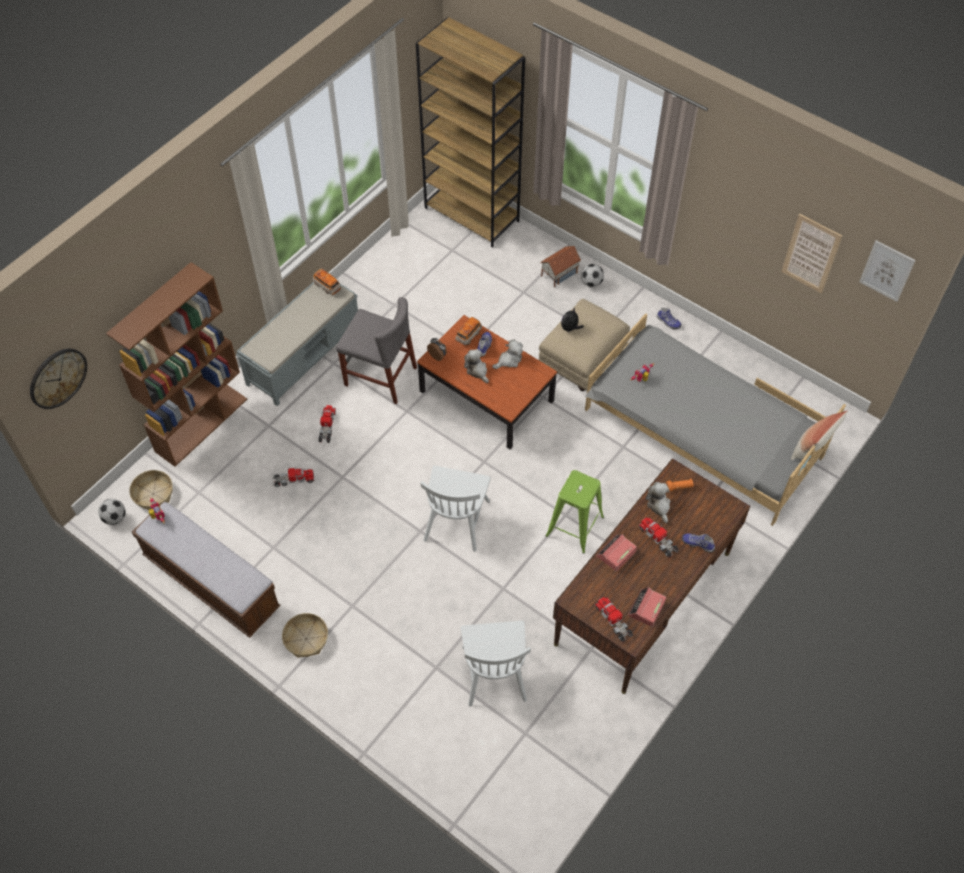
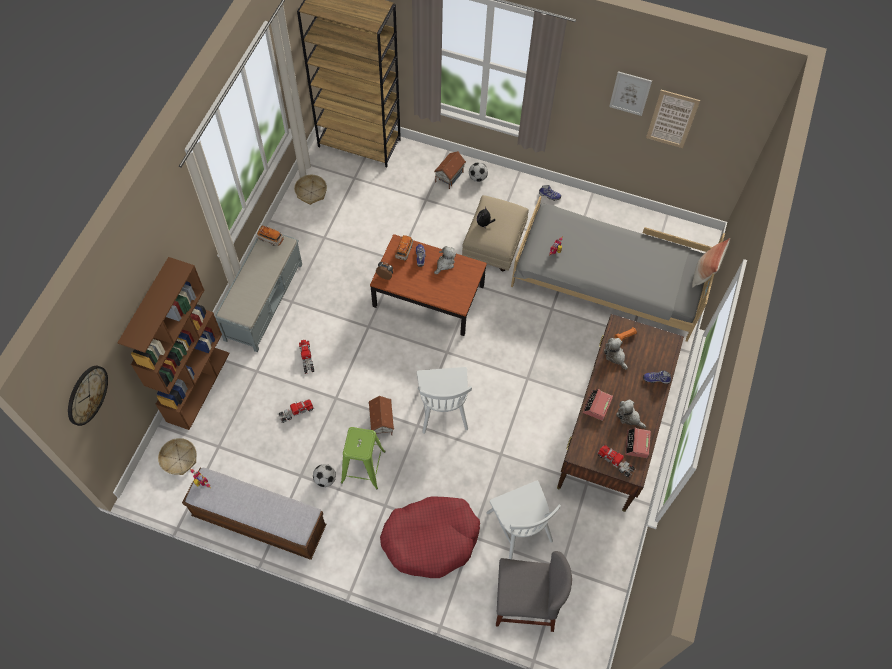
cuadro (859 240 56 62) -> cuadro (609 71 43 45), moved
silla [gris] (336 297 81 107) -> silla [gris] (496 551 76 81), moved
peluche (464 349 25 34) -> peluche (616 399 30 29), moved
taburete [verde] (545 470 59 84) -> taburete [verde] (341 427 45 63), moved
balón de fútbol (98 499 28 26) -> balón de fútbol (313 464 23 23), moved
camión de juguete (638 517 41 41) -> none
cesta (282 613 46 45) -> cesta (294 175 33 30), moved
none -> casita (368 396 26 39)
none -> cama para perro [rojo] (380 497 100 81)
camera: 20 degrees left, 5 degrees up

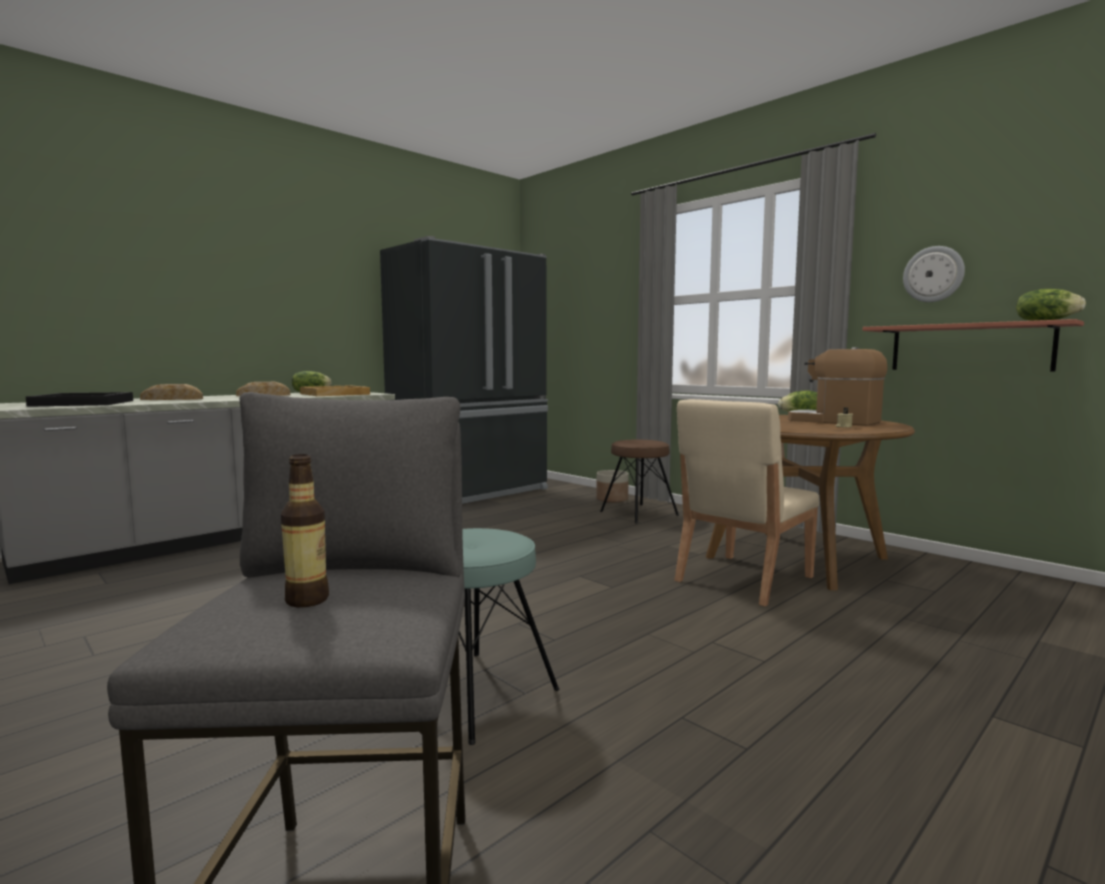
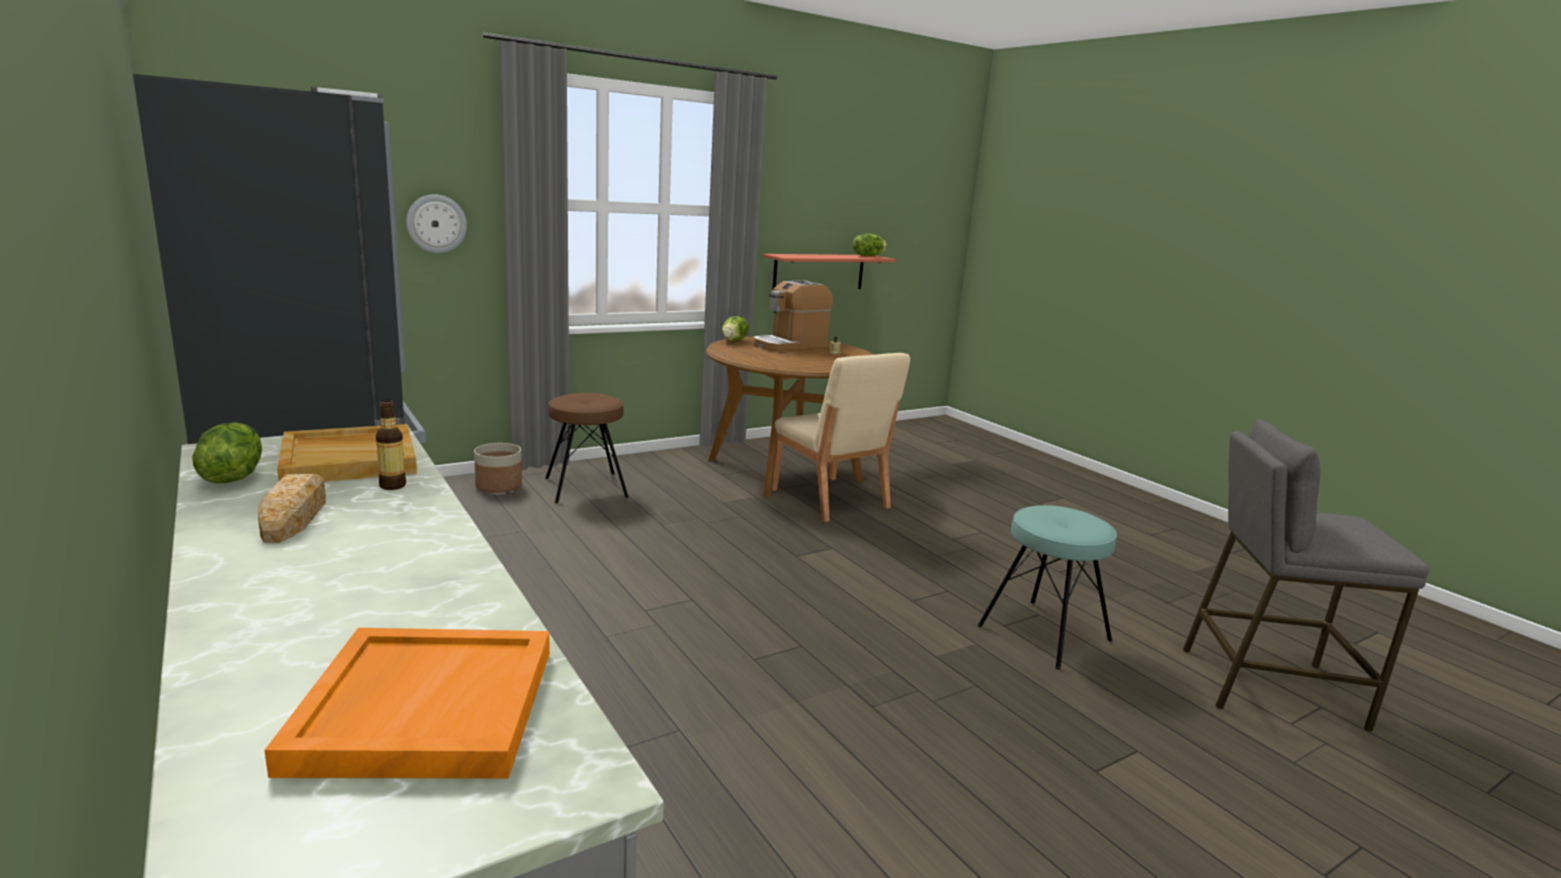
reloj de pared (903 246 62 56) -> reloj de pared (406 194 61 59), moved
pan (140 384 63 16) -> none
bandeja [negro] (26 392 107 15) -> bandeja [naranja] (264 628 286 150)
botella (281 454 48 153) -> botella (376 400 30 90), moved
camera: 80 degrees left, 10 degrees up

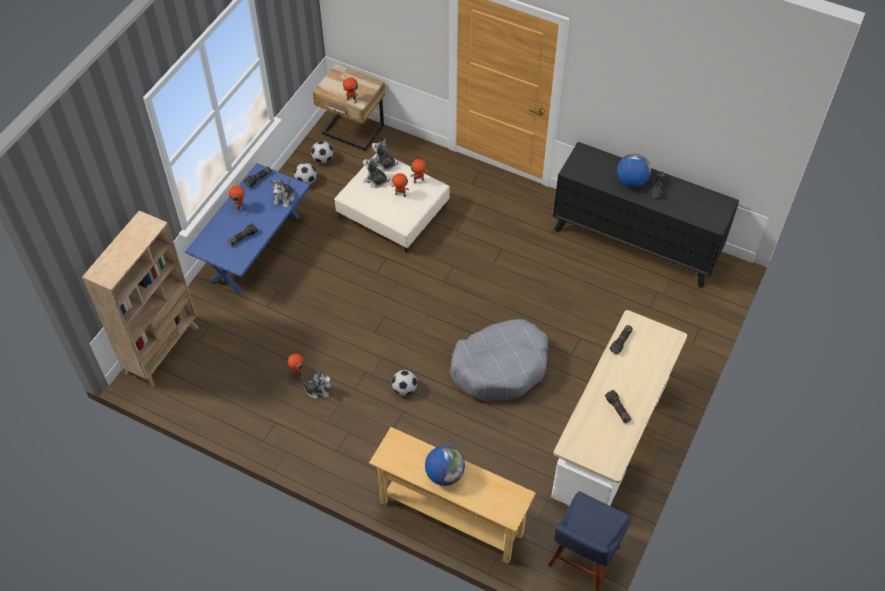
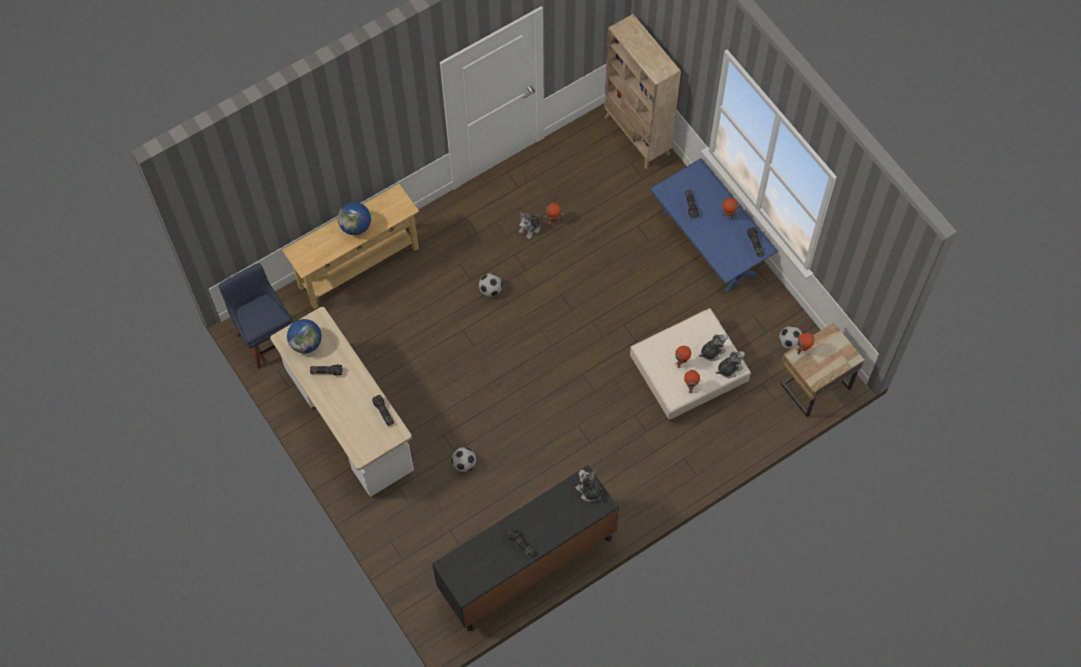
globo terráqueo (617 153 34 34) -> globo terráqueo (287 319 35 34), moved
balón de fútbol (294 163 23 21) -> balón de fútbol (451 447 25 25), moved
peluche (270 179 25 29) -> peluche (575 470 28 32), moved
cama para perro [gris] (450 319 98 82) -> none
camera: 120 degrees right, 10 degrees up

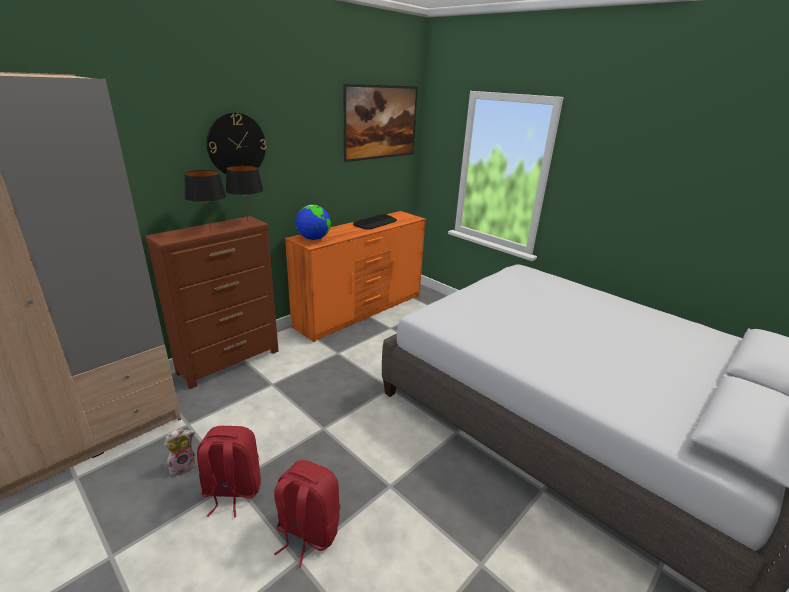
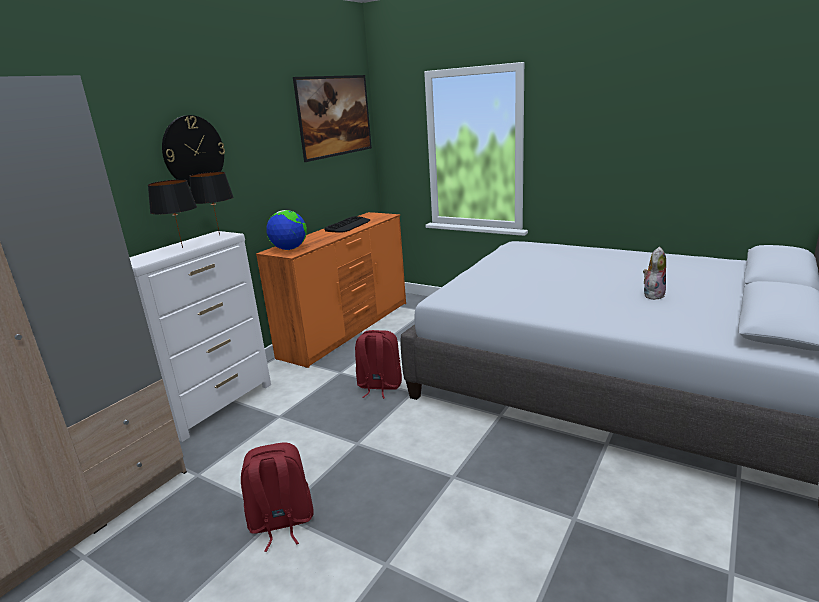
cómoda [marrón] (145 216 134 173) -> cómoda [blanco] (129 231 142 211)
peluche (164 428 32 48) -> peluche (643 247 23 53), moved
mochila [rojo] (274 460 66 107) -> mochila [rojo] (355 330 47 69), moved
camera: 10 degrees left, 5 degrees down

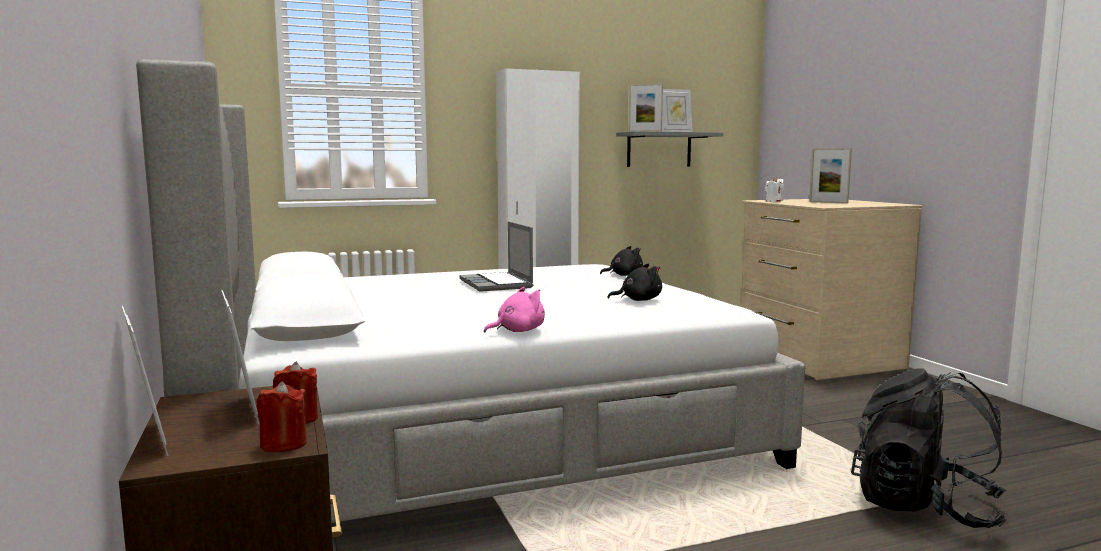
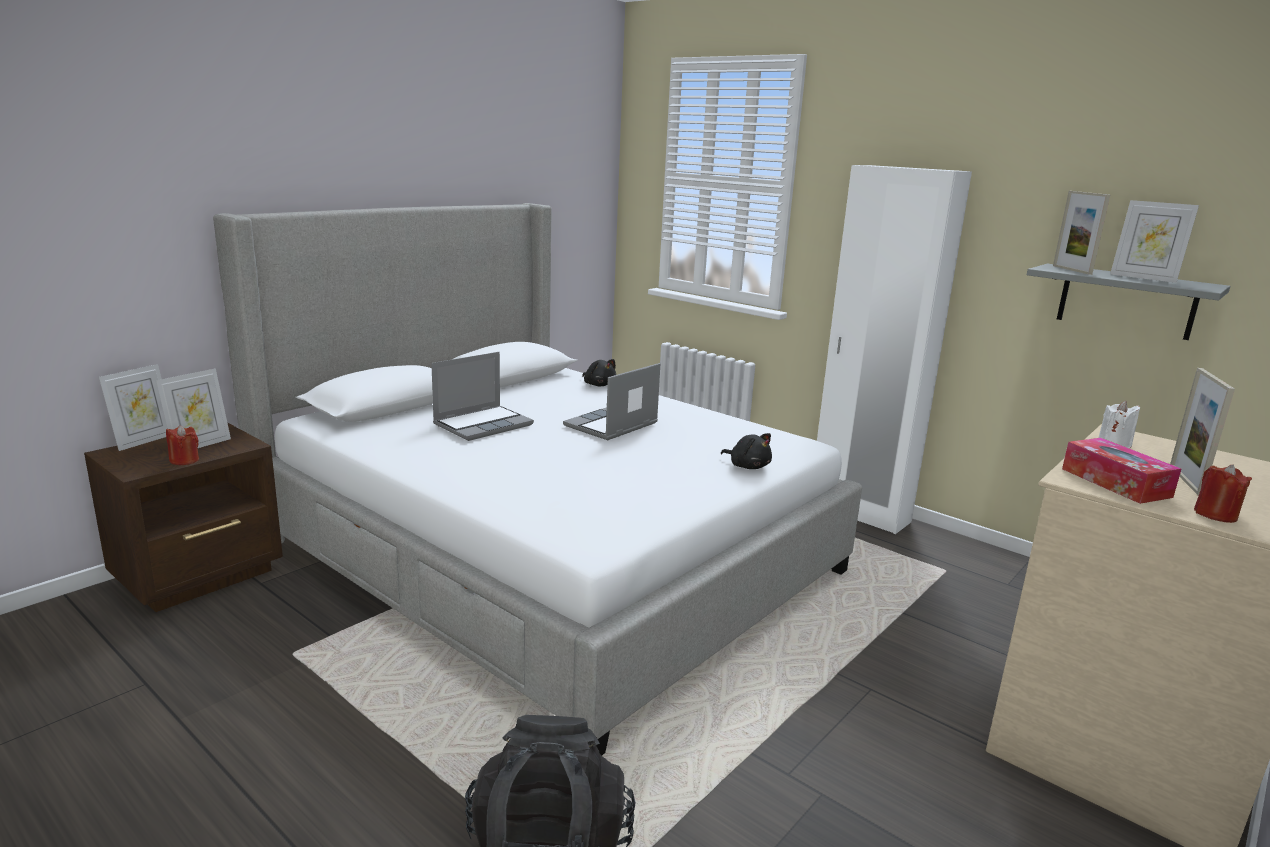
peluche [negro] (607 263 55 38) -> peluche [negro] (582 359 34 27), moved
peluche [rosa] (484 287 61 45) -> none
vela [rojo] (256 381 51 71) -> vela [rojo] (1194 464 58 59), moved
none -> portátil (431 352 103 89)
none -> caja de pañuelos (1062 438 119 66)
camera: 60 degrees right, 10 degrees up

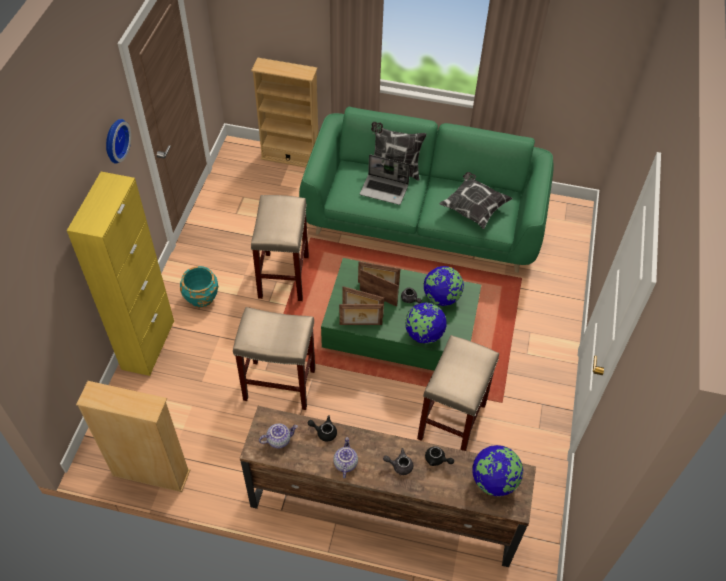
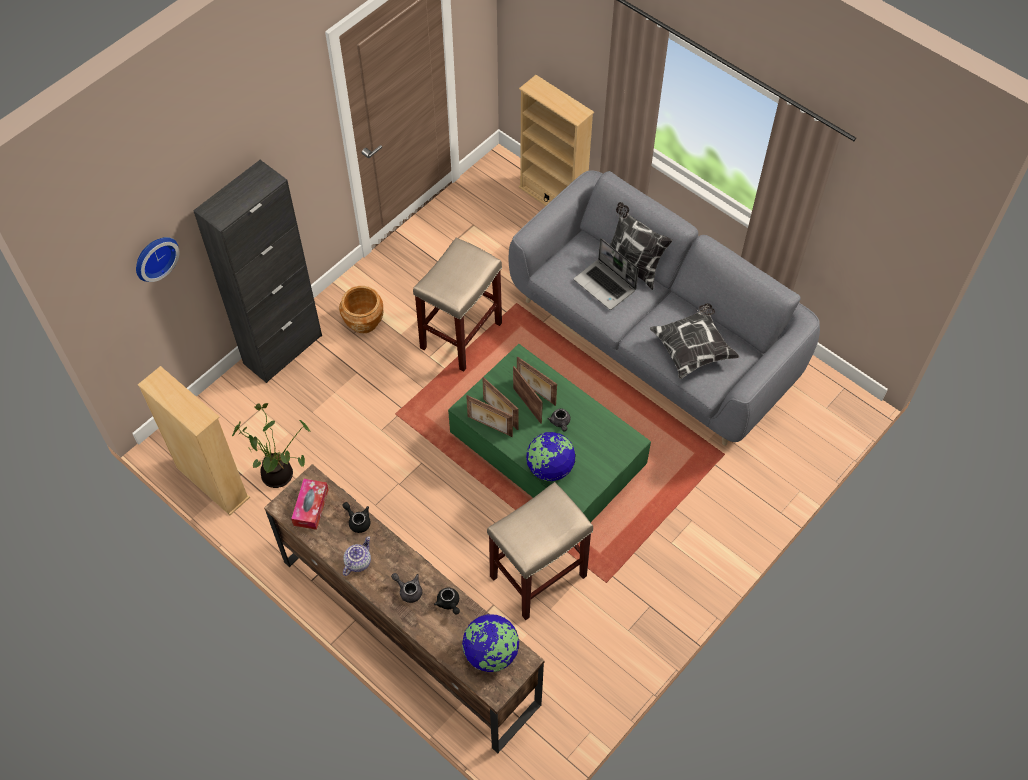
sofá [verde] (299 107 254 166) -> sofá [gris] (509 170 311 276)
reloj de pared (106 119 25 45) -> reloj de pared (136 237 44 45), moved
armario [amarillo] (67 172 107 204) -> armario [negro] (193 160 129 223)
maceta [turquesa] (180 266 39 41) -> maceta [marrón] (339 286 45 48)
globo terráqueo (424 266 40 40) -> none
taburete [beis] (233 307 82 103) -> none
tetera (259 424 39 24) -> caja de pañuelos (291 479 38 51)
none -> planta en maceta (232 403 79 85)
camera: 30 degrees right, 5 degrees up

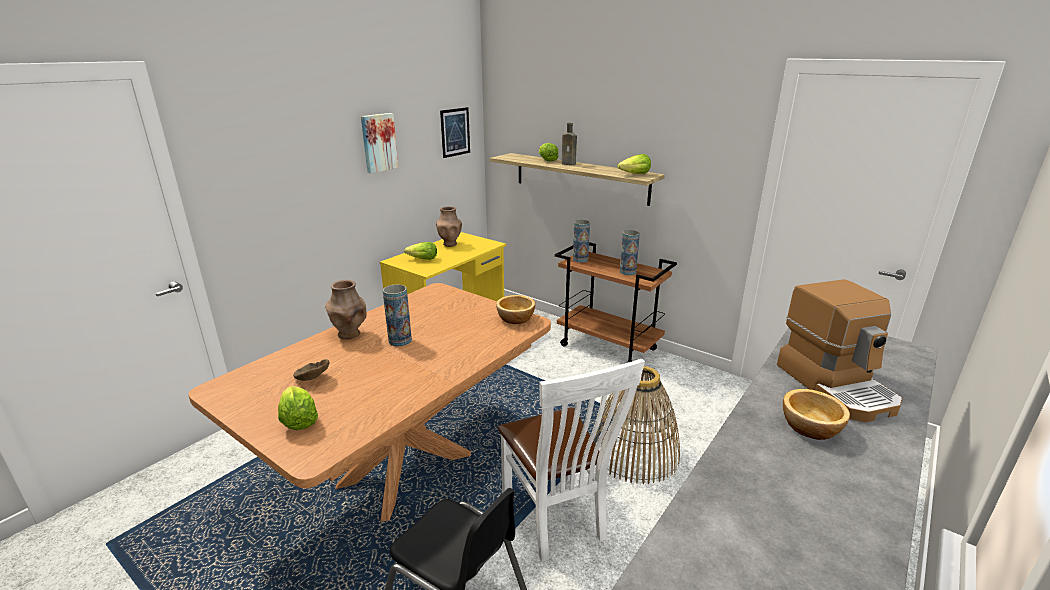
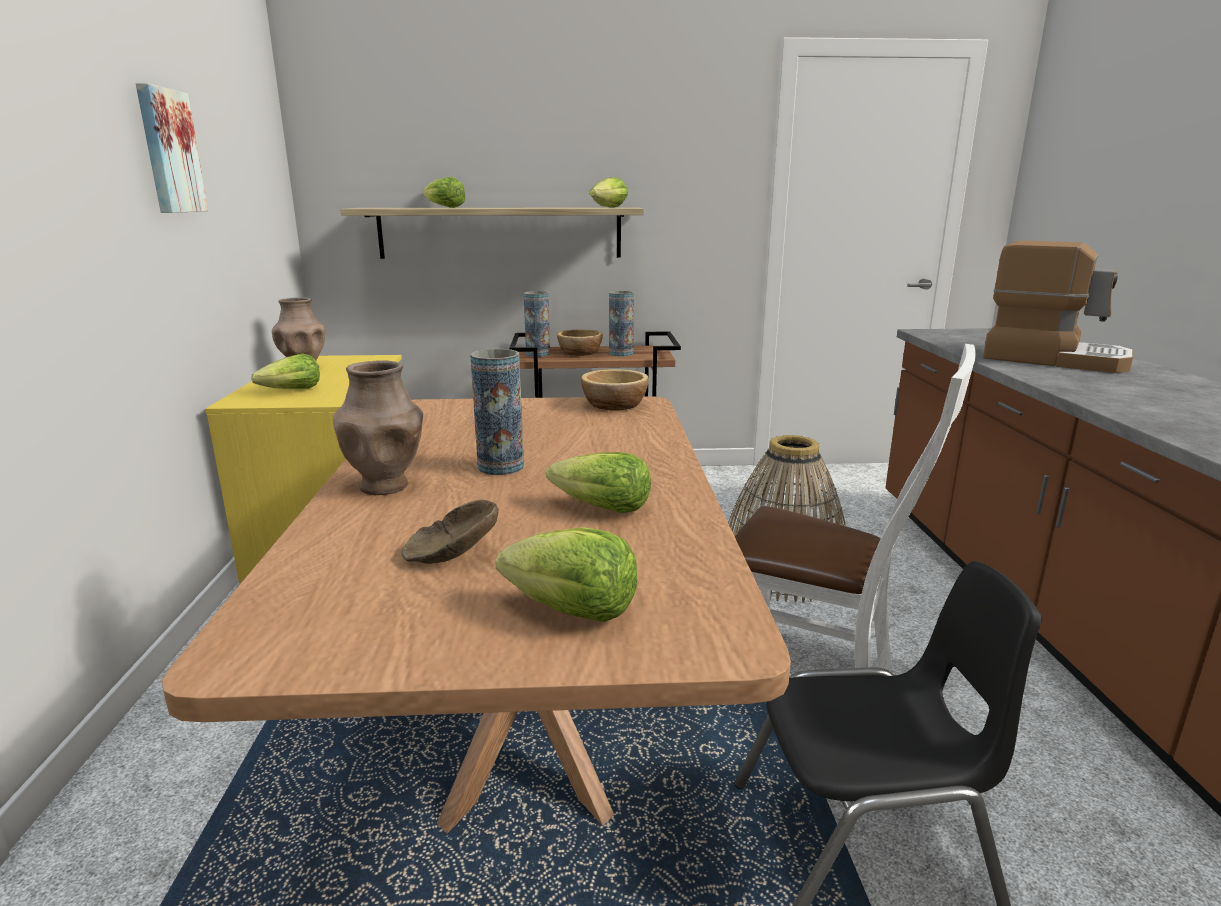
cuadro (440 107 30 51) -> none
botella [marrón] (562 123 15 42) -> none
cuenco (783 389 67 51) -> cuenco (557 330 46 26), moved
none -> lechuga (546 452 105 61)
camera: 40 degrees left, 5 degrees down

